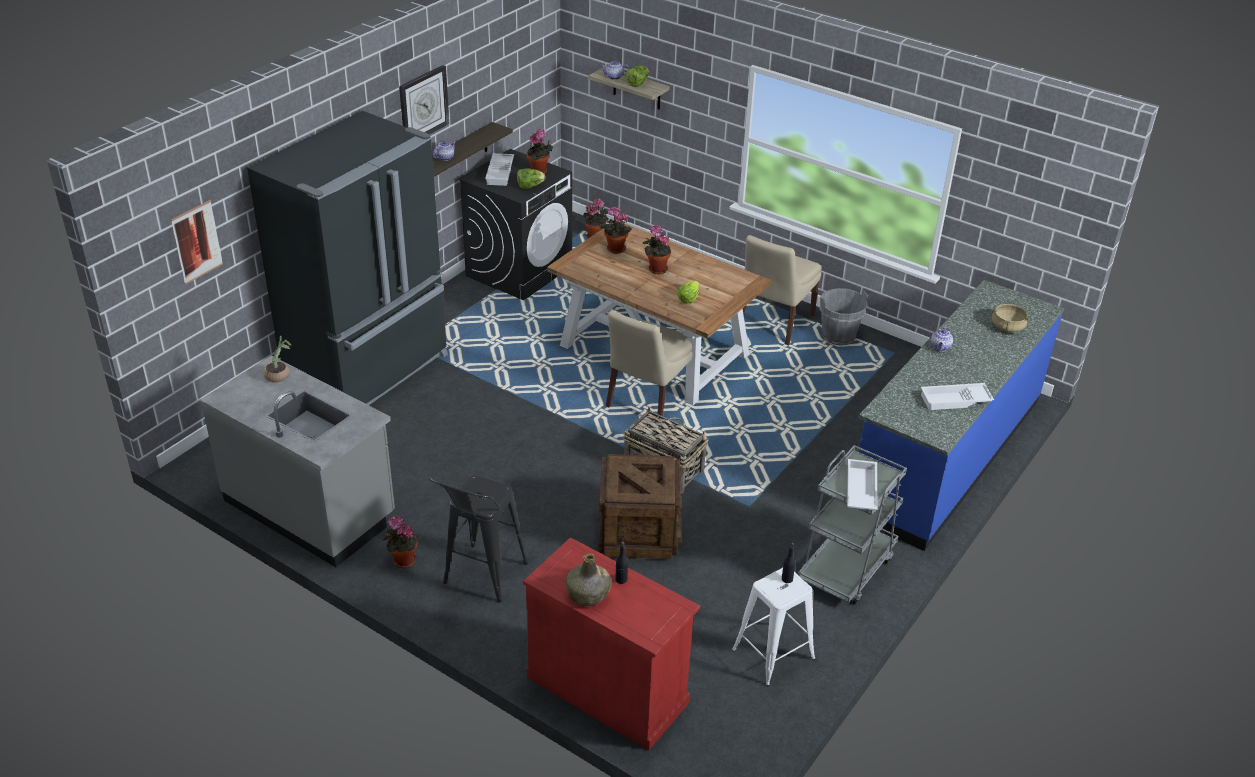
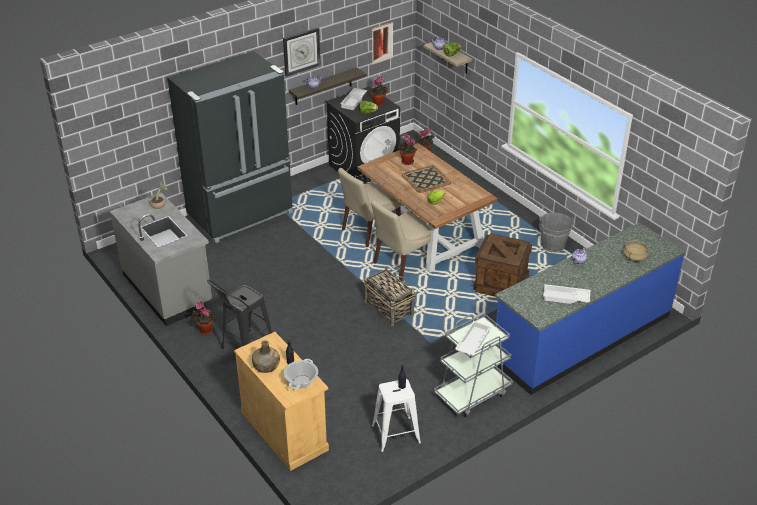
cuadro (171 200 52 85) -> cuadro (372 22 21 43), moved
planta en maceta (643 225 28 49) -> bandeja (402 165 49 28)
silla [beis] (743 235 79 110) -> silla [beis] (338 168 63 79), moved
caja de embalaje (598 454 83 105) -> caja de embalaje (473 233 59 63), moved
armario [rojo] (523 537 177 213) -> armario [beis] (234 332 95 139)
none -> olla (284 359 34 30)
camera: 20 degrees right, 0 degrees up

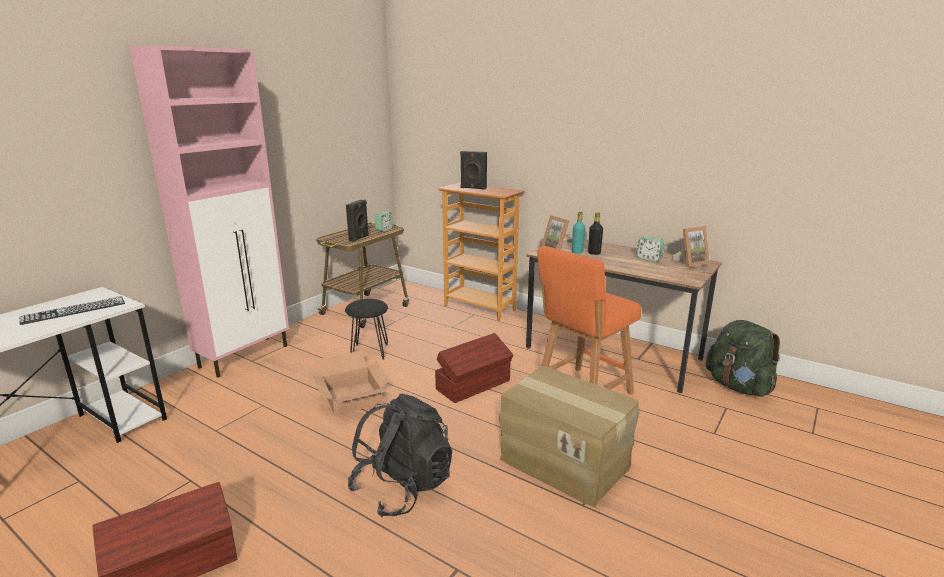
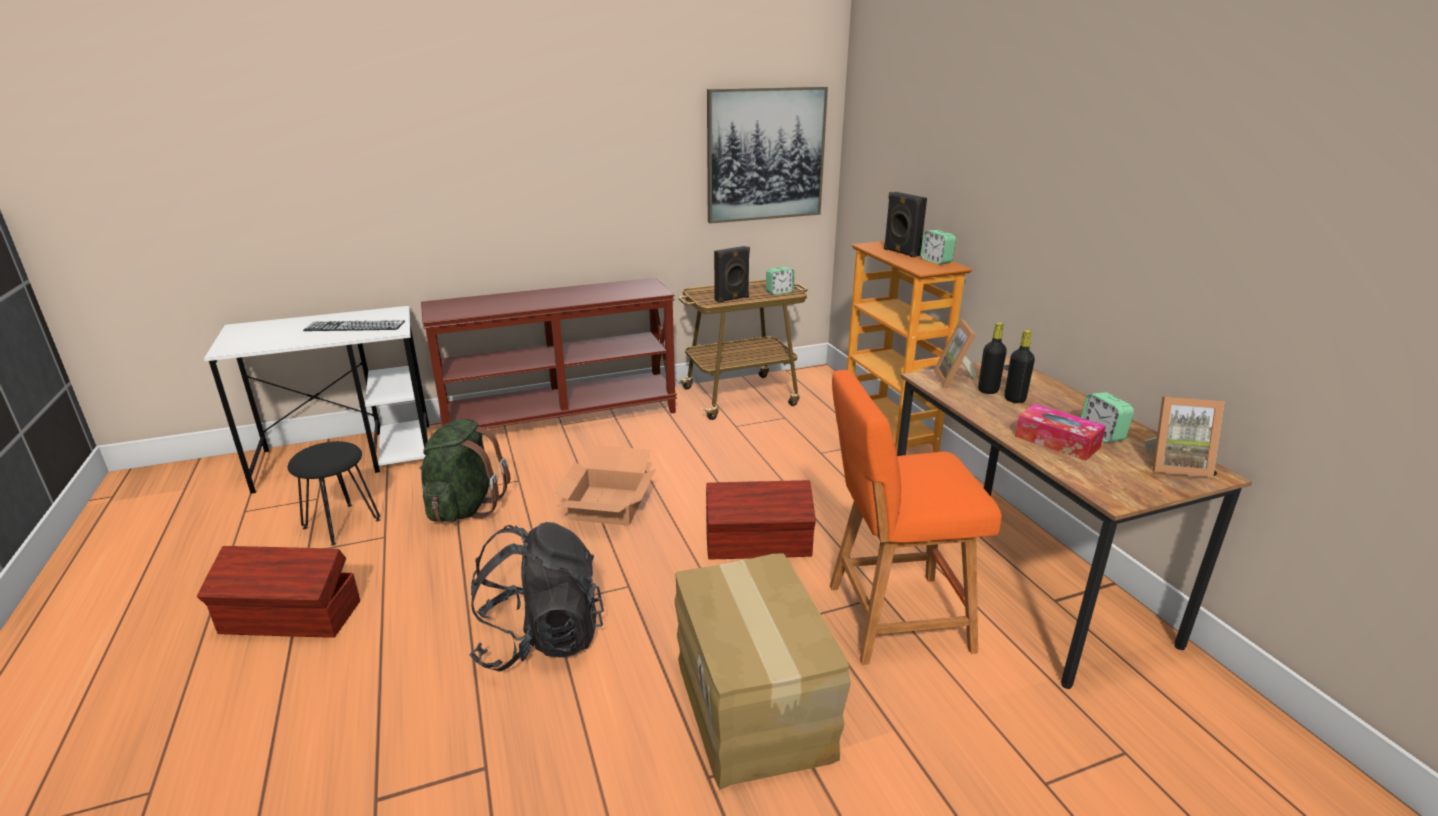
armario [rosa] (130 45 159 332) -> mesa consola [marrón] (421 278 256 151)
botella [turquesa] (572 211 13 43) -> botella [negro] (978 322 29 72)
taburete [negro] (345 299 43 60) -> taburete [negro] (288 441 92 104), moved
mochila [verde] (706 320 74 77) -> mochila [verde] (419 419 92 103), moved
none -> cuadro (707 87 121 137)
none -> despertador (920 230 36 35)
none -> caja de pañuelos (1015 404 91 57)
camera: 35 degrees right, 5 degrees up

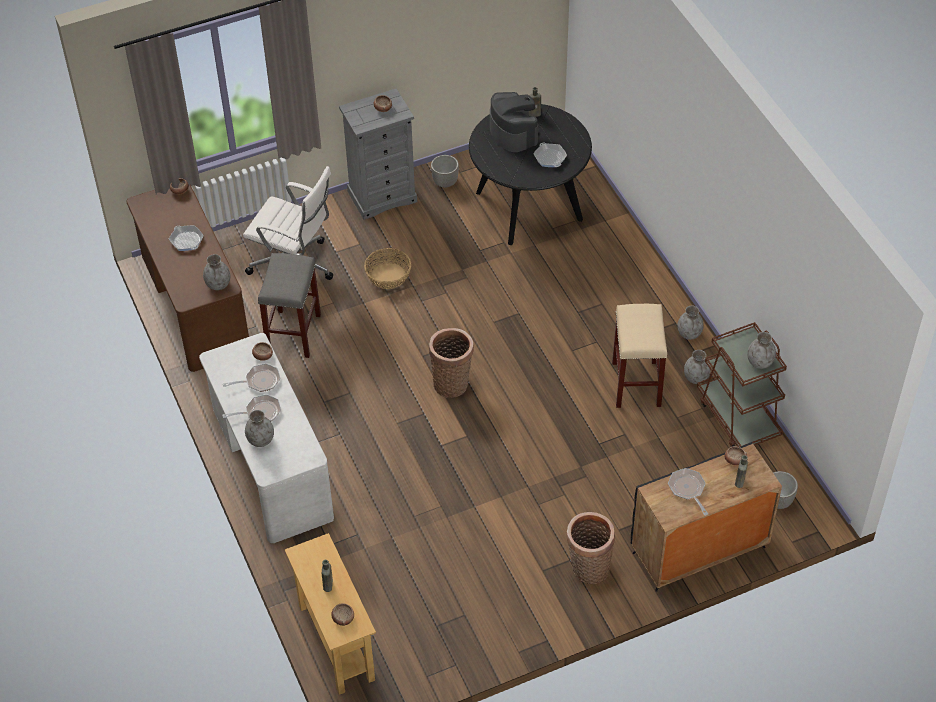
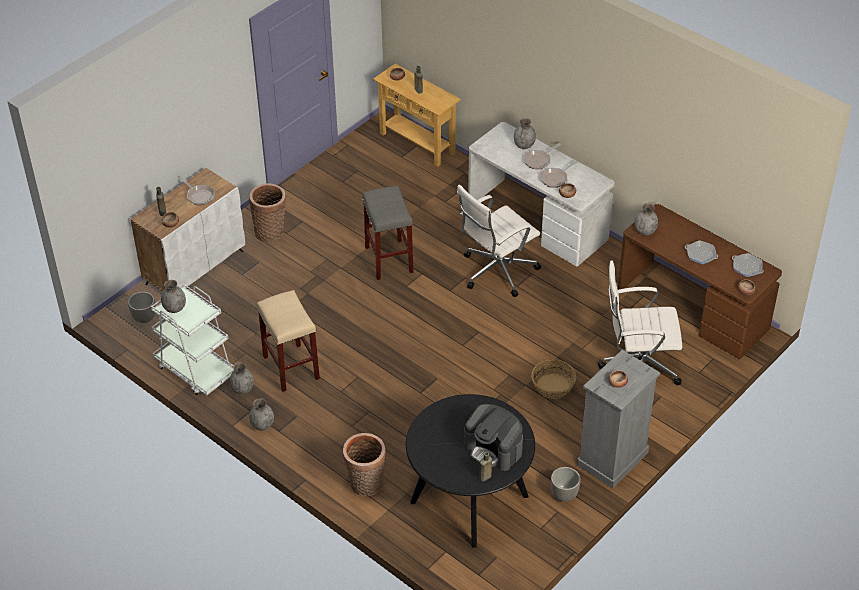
sartén (533 143 34 24) -> sartén (732 253 32 24), moved
taburete [gris] (258 253 63 105) -> taburete [gris] (362 186 52 94), moved
carrito [marrón] (697 322 90 125) -> carrito [blanco] (151 283 83 113)
cesta (429 328 45 70) -> cesta (343 433 43 63), moved
armario [negro] (631 442 151 150) -> armario [blanco] (130 168 115 124)
none -> silla de oficina [blanco] (457 185 84 112)
camera: 155 degrees right, 5 degrees down

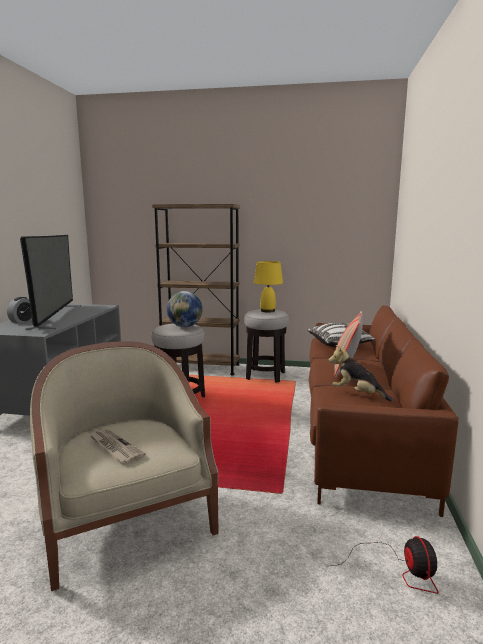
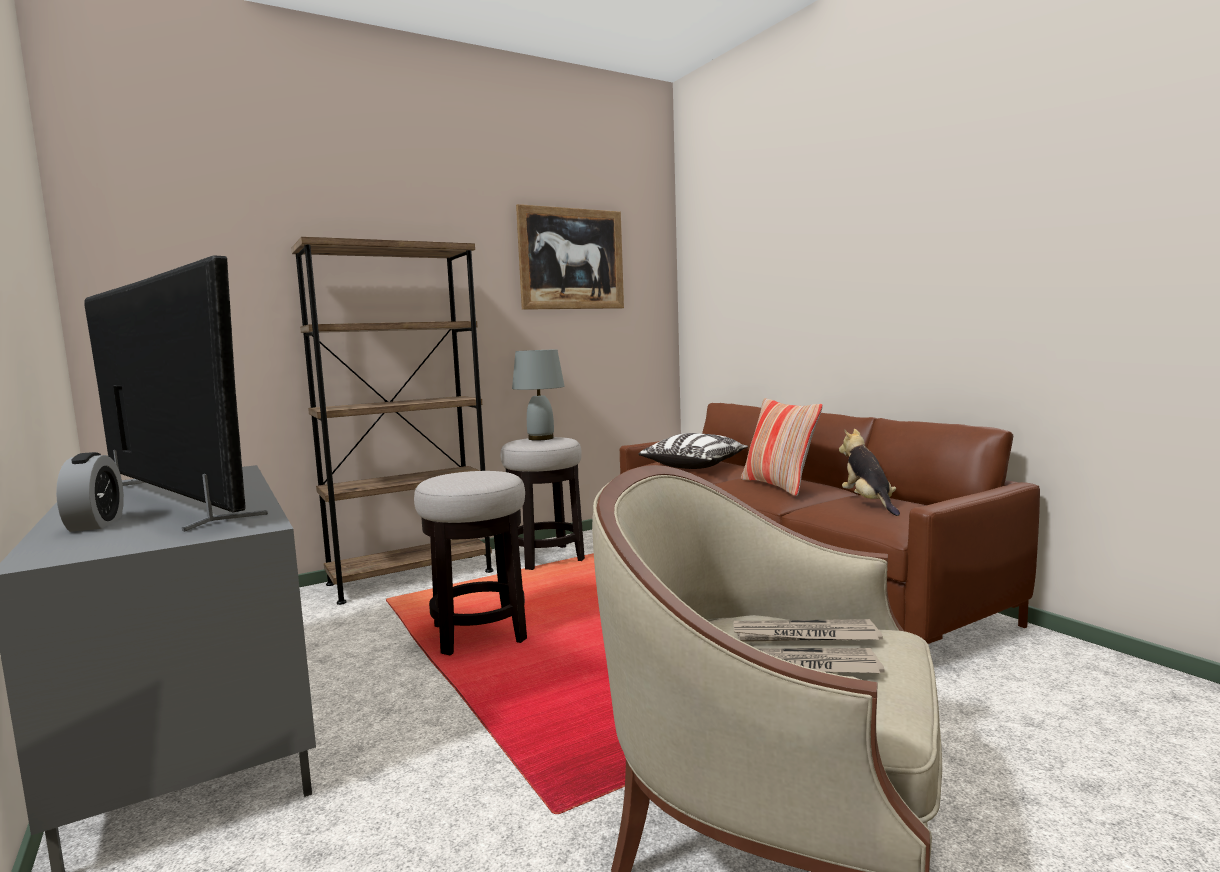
lámpara de mesa [amarillo] (254 261 29 52) -> lámpara de mesa [gris] (512 349 53 92)
globo terráqueo (167 291 36 36) -> none
peluche (328 345 65 57) -> peluche (839 429 61 87), 90 degrees clockwise
ventilador (333 536 106 58) -> none
none -> cuadro (516 204 108 106)
none -> periódico (733 619 150 23)
camera: 40 degrees left, 5 degrees down

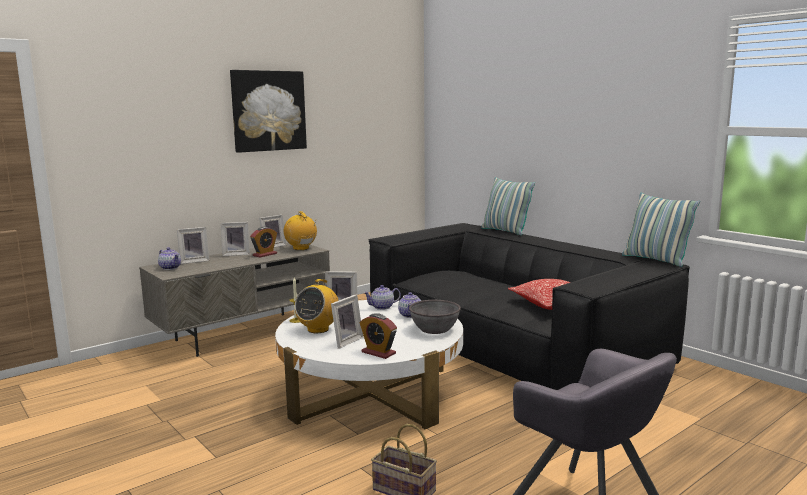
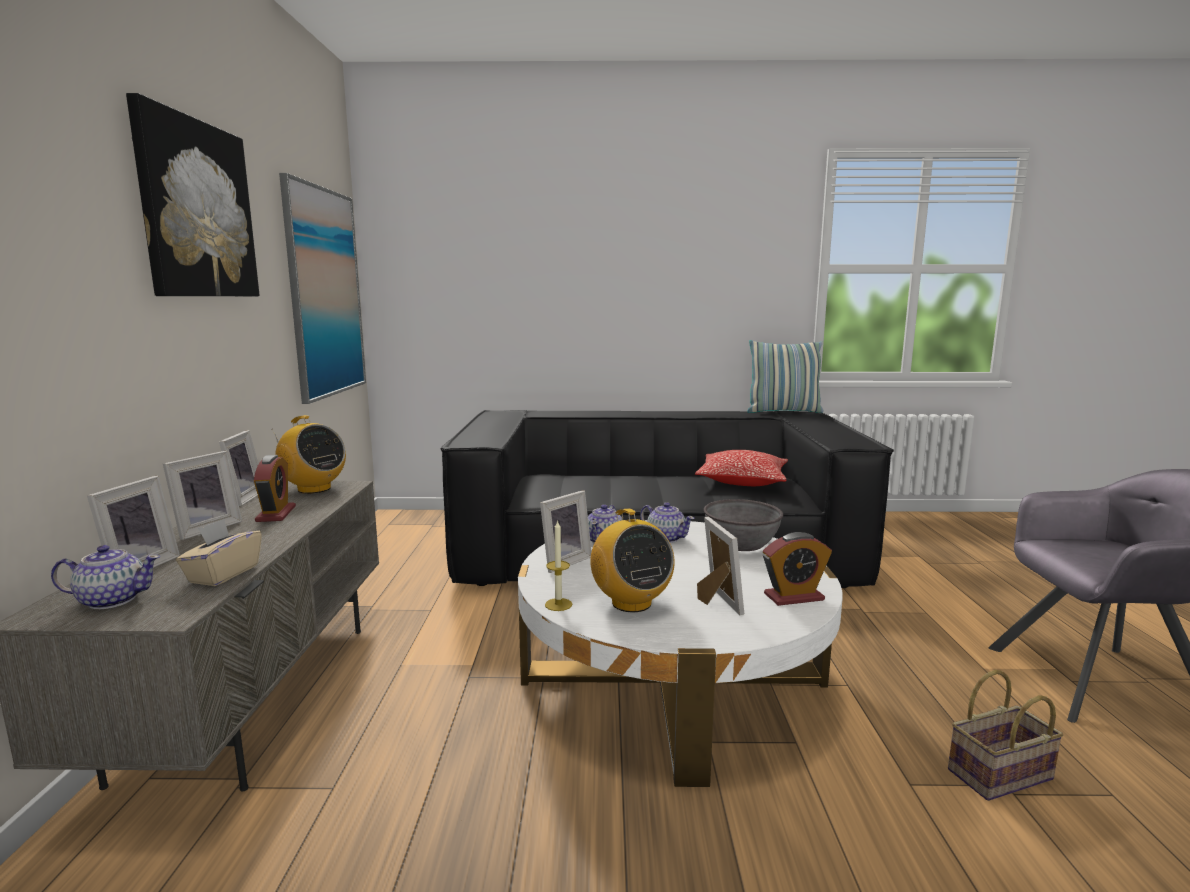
cojín (481 177 54 58) -> none
radio (284 211 33 39) -> radio (272 415 74 79), 150 degrees counterclockwise
none -> cuadro (279 173 87 231)
none -> caja de pañuelos [beis] (176 519 86 67)
camera: 50 degrees left, 0 degrees up

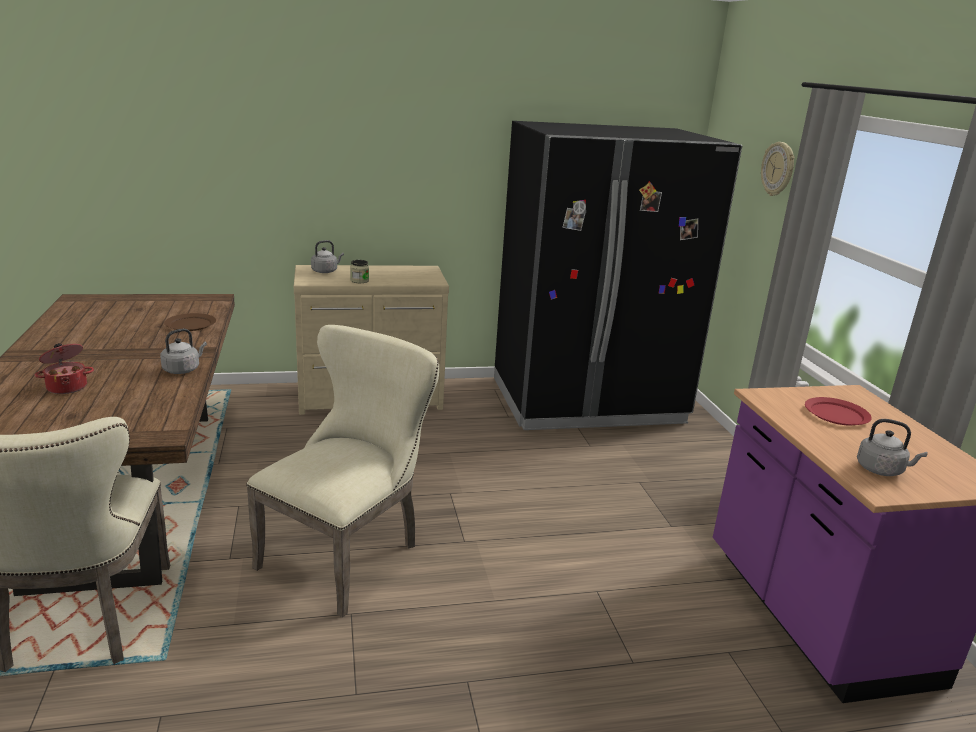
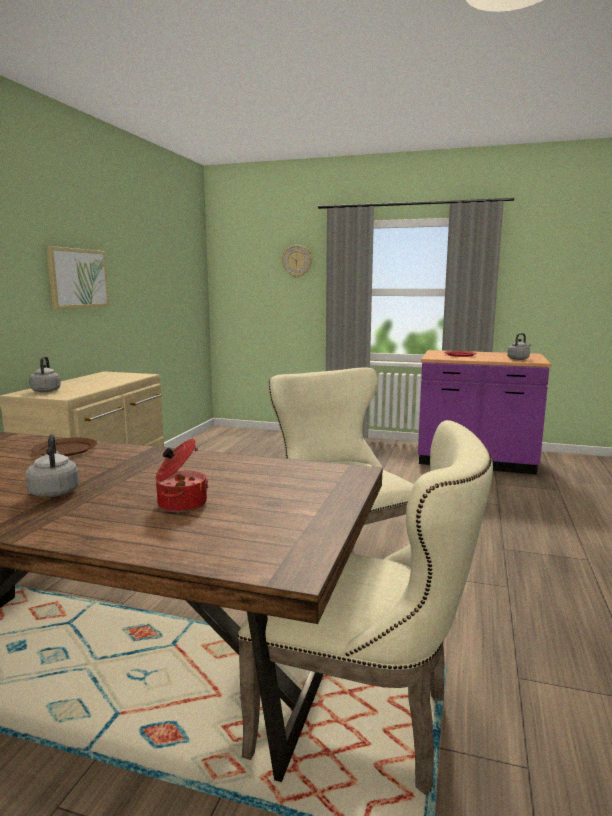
nevera [negro] (494 121 248 309) -> none
tarro (350 260 19 23) -> none
hervidor [gris] (160 329 47 45) -> hervidor [gris] (25 434 54 63), moved
none -> cuadro (46 246 63 63)
camera: 60 degrees left, 10 degrees down

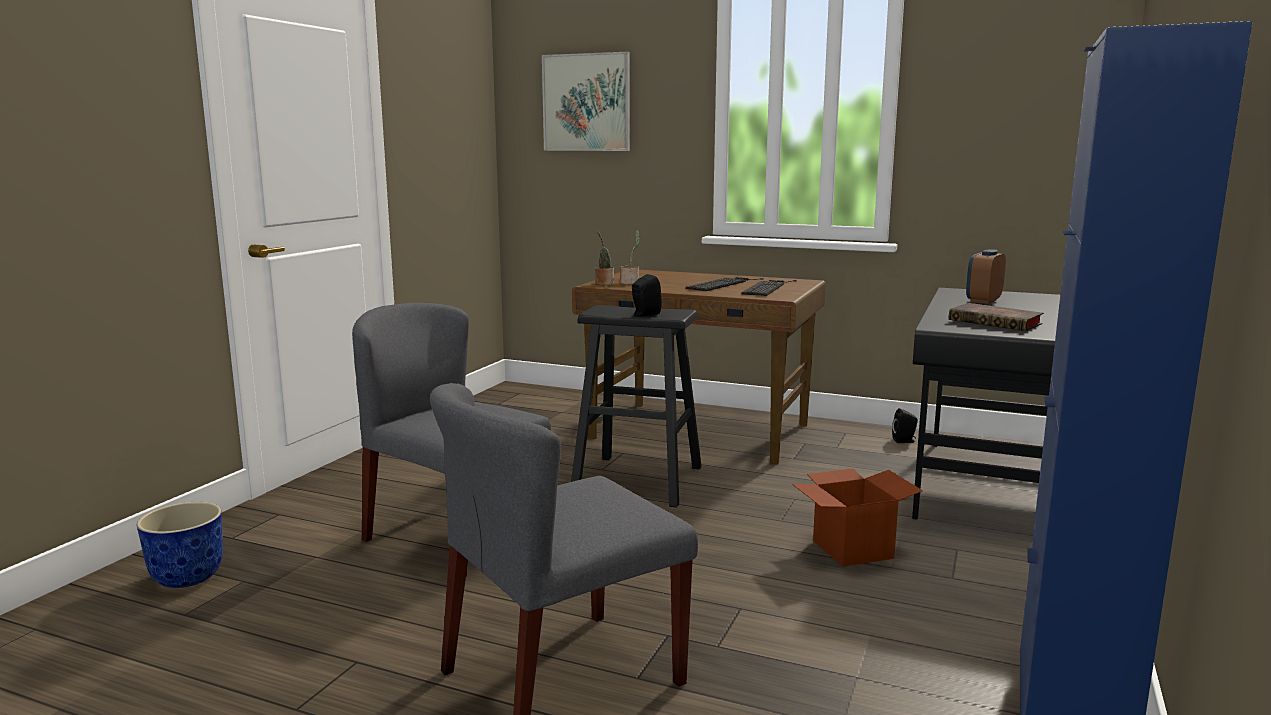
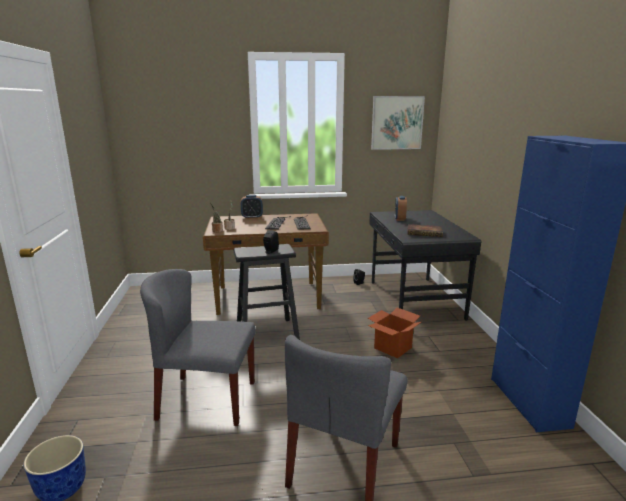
cuadro (542 52 88 99) -> cuadro (371 96 54 54), moved
none -> despertador (241 195 22 24)
camera: 30 degrees left, 5 degrees up

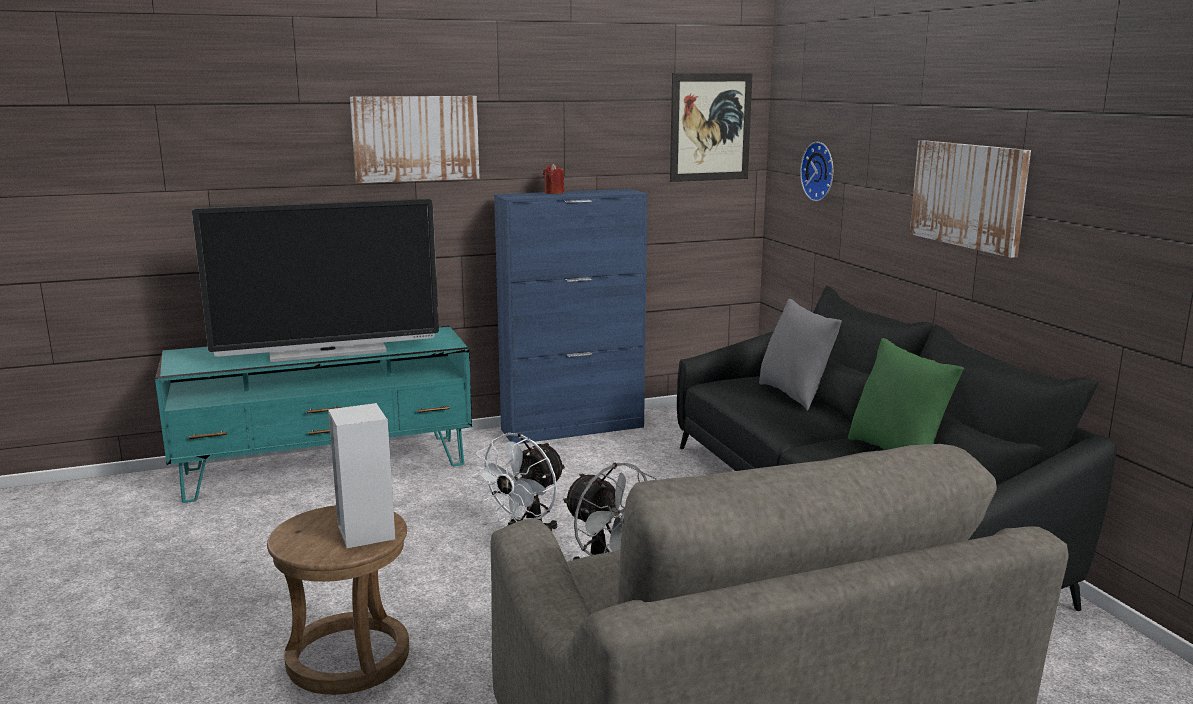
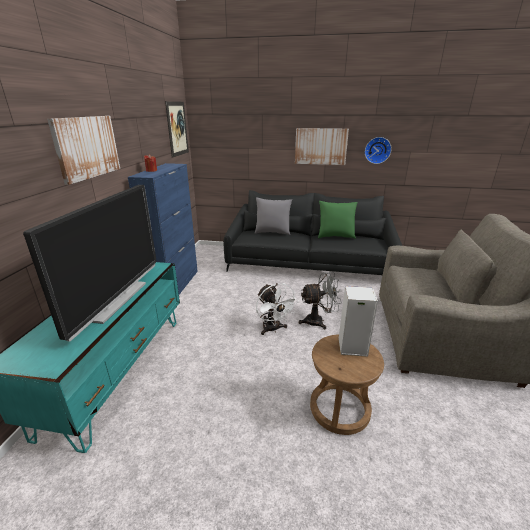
reloj de pared (800 142 33 59) -> reloj de pared (365 137 27 27), moved
camera: 60 degrees left, 10 degrees up

